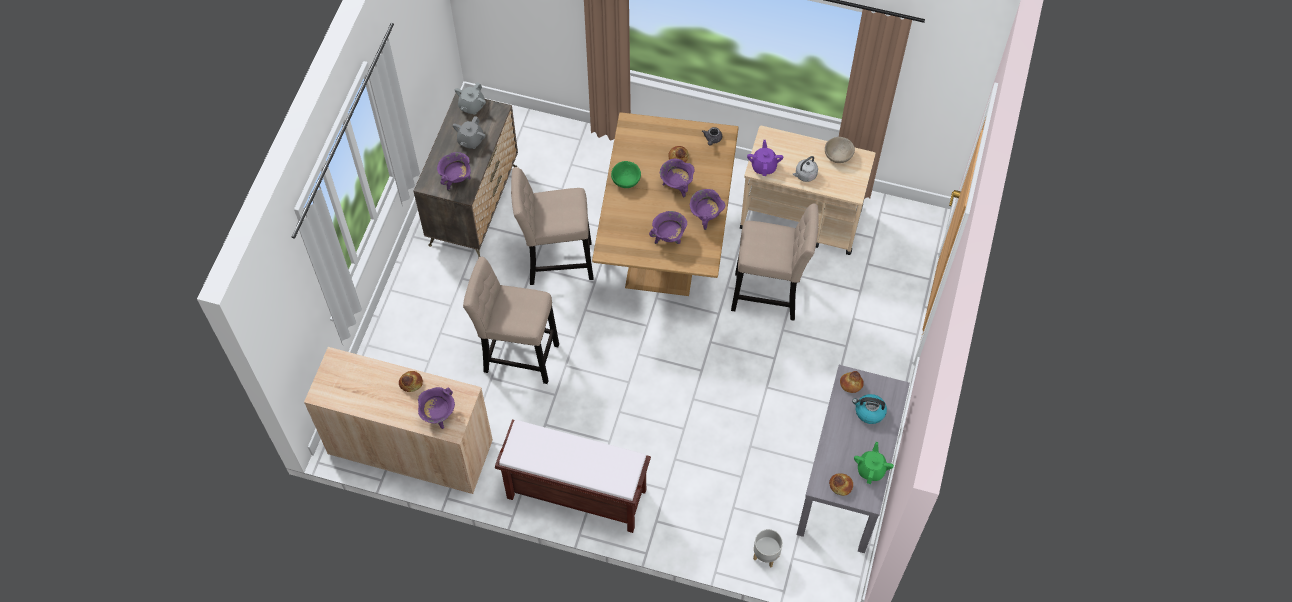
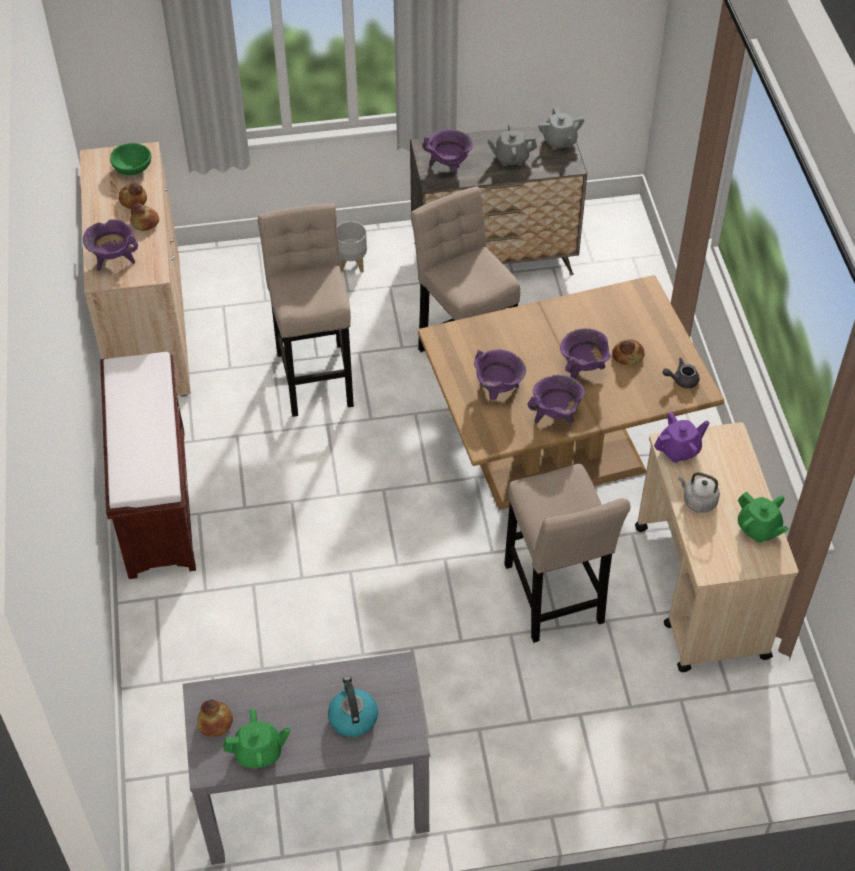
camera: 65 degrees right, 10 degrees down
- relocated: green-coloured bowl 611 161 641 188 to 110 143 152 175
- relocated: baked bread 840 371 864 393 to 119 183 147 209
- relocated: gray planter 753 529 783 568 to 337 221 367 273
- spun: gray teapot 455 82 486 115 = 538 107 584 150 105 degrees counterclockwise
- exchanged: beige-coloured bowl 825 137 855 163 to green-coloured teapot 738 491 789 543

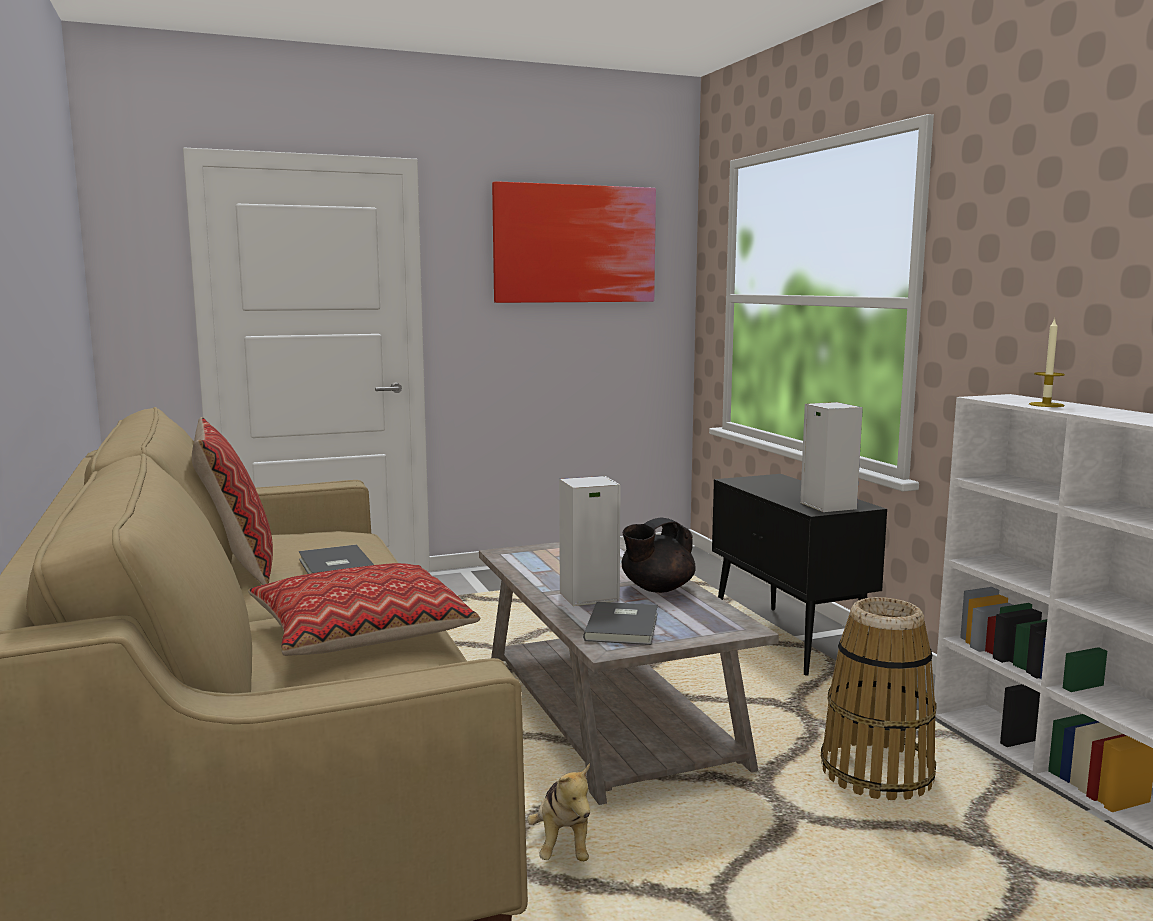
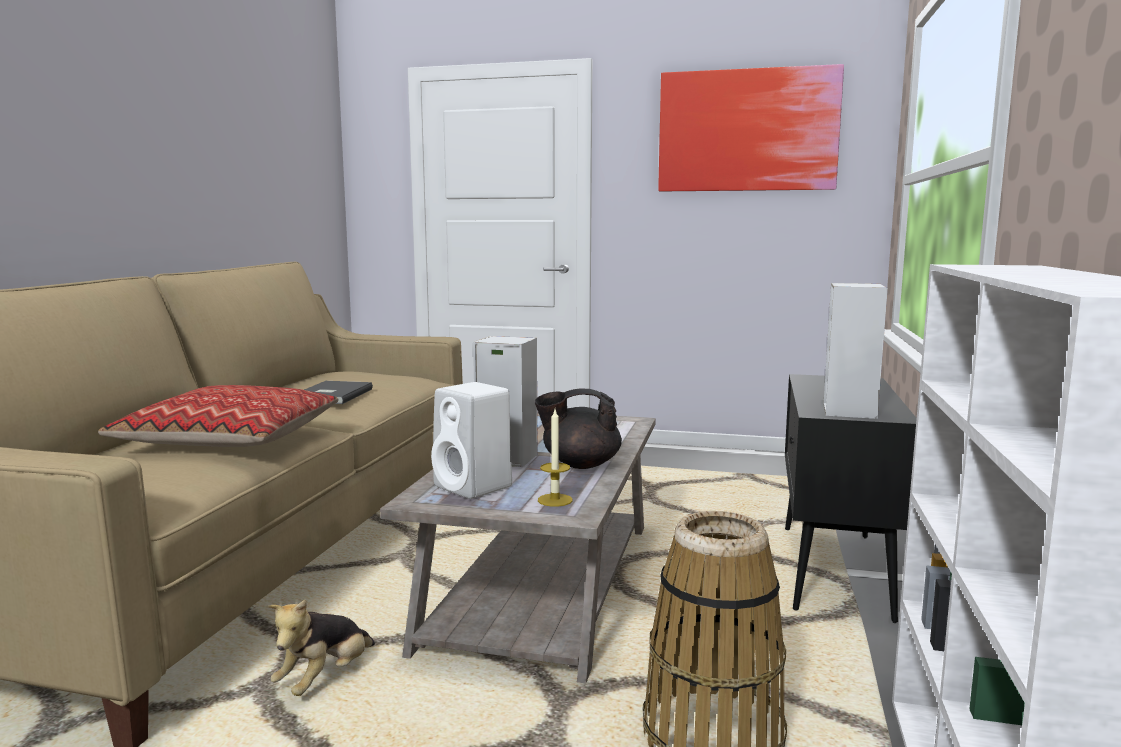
camera: 35 degrees right, 0 degrees up
- exchanged: gray book 583 602 658 645 to whitish loudspeaker 431 382 512 499
- relocated: candle 1029 318 1065 407 to 538 410 573 507
- missing: throw pillow 192 417 273 585

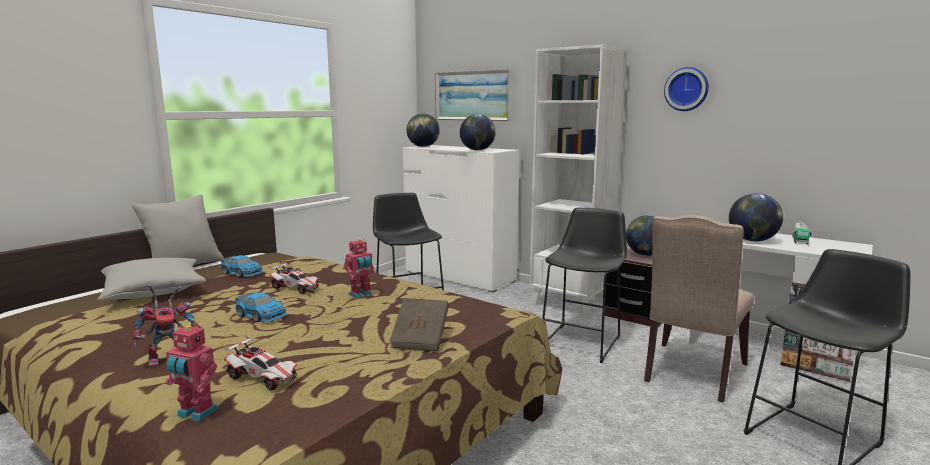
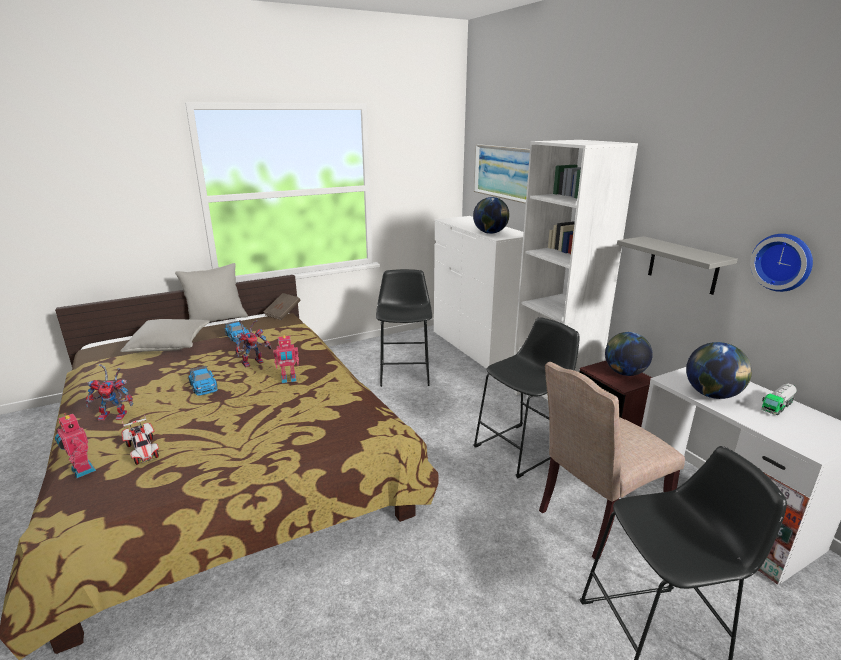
camera: 25 degrees right, 10 degrees up
- exchanged: miniature car 268 261 319 294 to toy robot 235 320 272 367
- relocated: brown book 390 298 449 351 to 264 293 301 320
- appeared: gray wall shelf 617 236 738 295
- relocated: wall clock 664 67 709 111 to 750 234 813 292
- missing: world globe 407 114 440 147

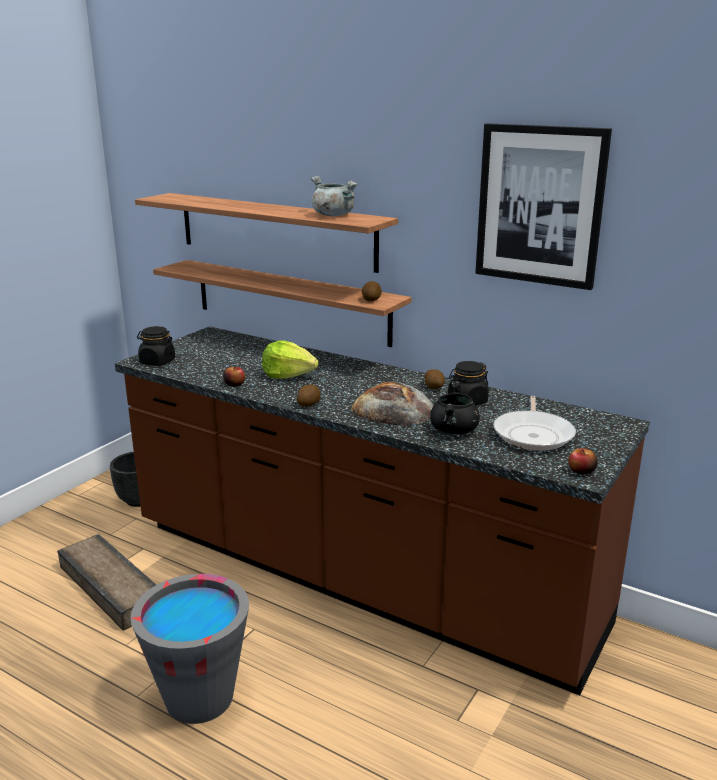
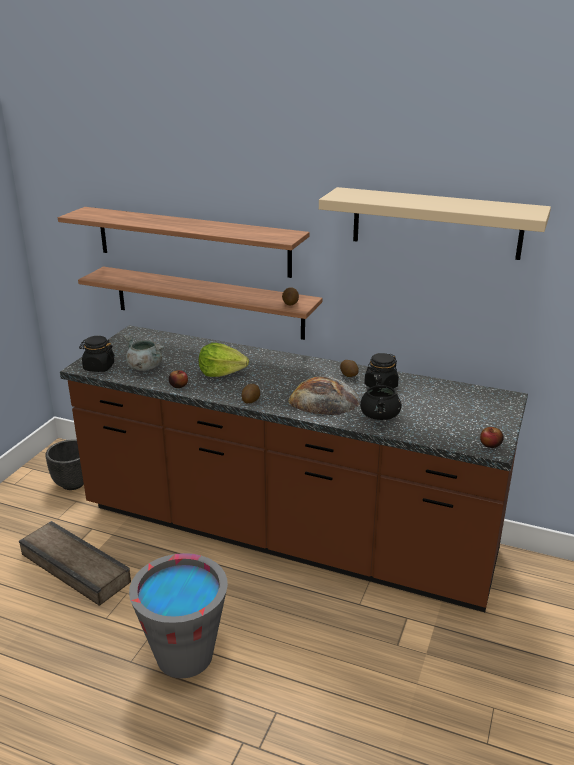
camera: 10 degrees left, 5 degrees up
- relocated: gray cooking pot 311 176 358 216 to 123 334 164 371
- exchanged: picture 475 123 612 290 to beige-coloured wall shelf 319 187 551 260
- missing: frying pan 493 396 576 451

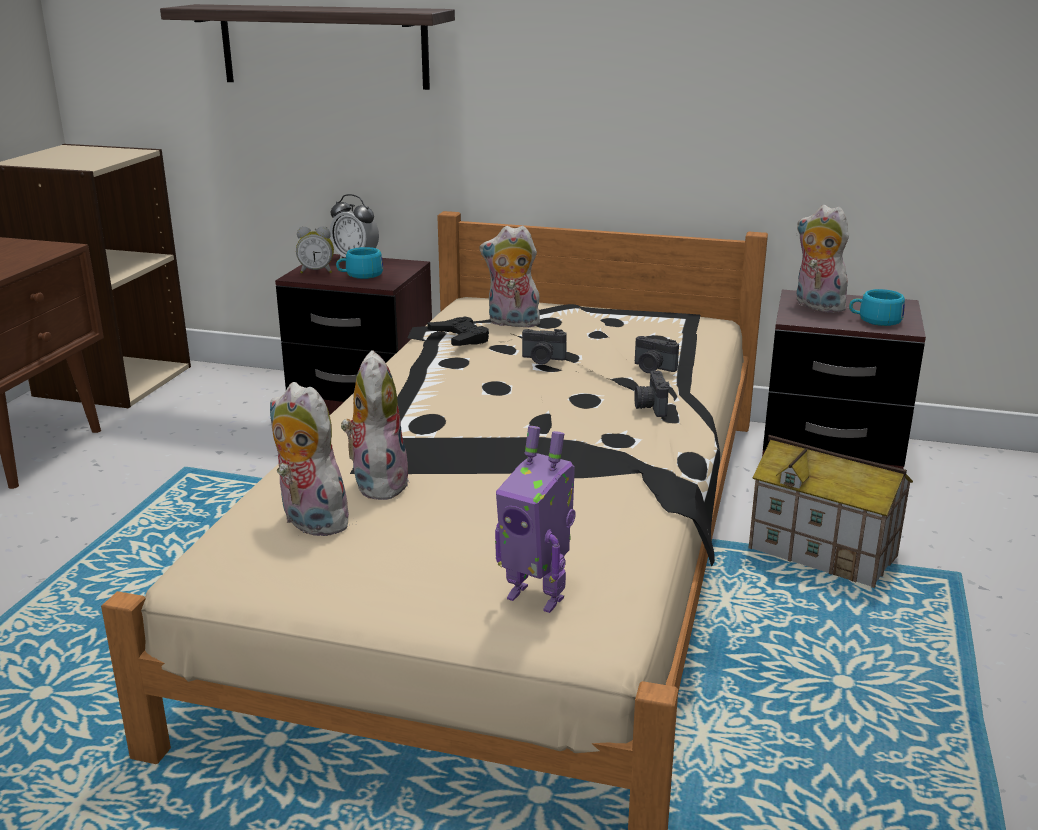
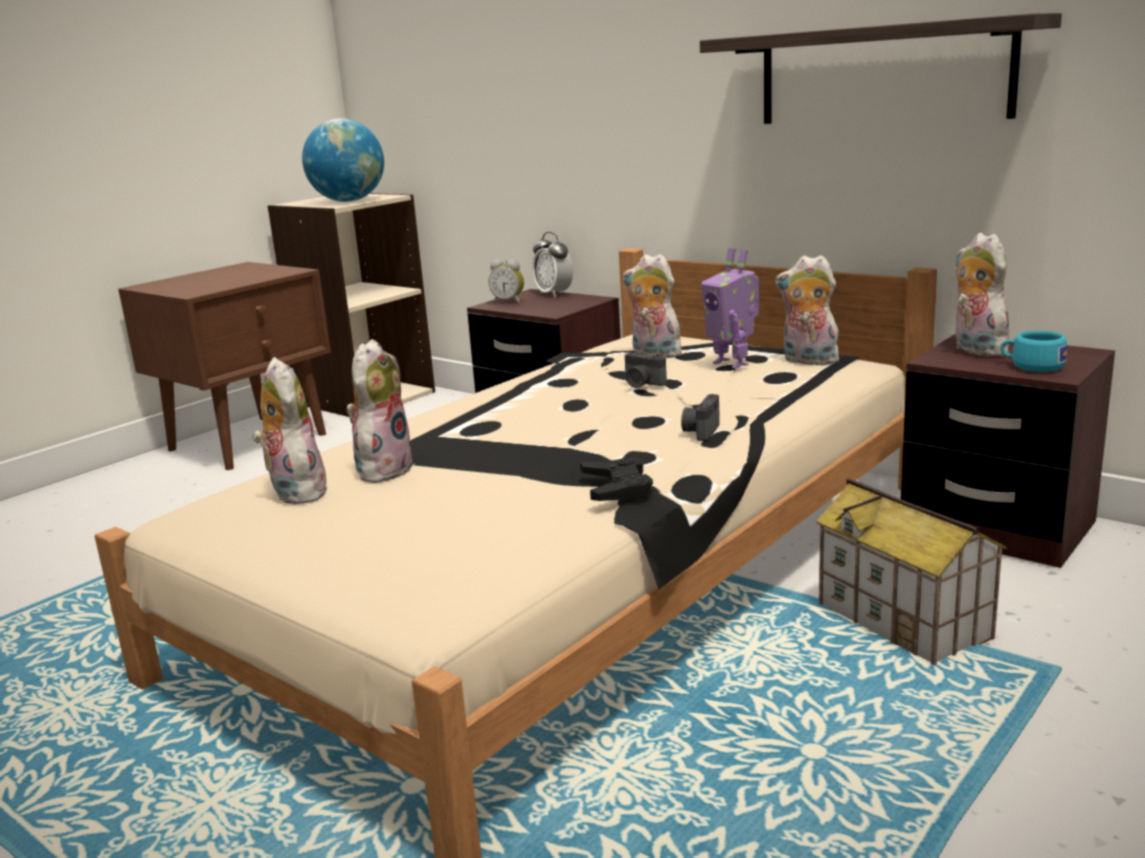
camera: 25 degrees right, 5 degrees down
- appeared: world globe 302 118 384 202
- relocated: black game controller 427 316 489 346 to 580 457 653 501
- relocated: wall shelf 160 4 455 90 to 700 13 1062 124
- relocated: toy robot 495 426 576 613 to 701 248 759 369
- appeared: soft toy 775 255 839 367
- missing: turquoise cup 336 247 383 279
- missing: still camera 635 336 679 373

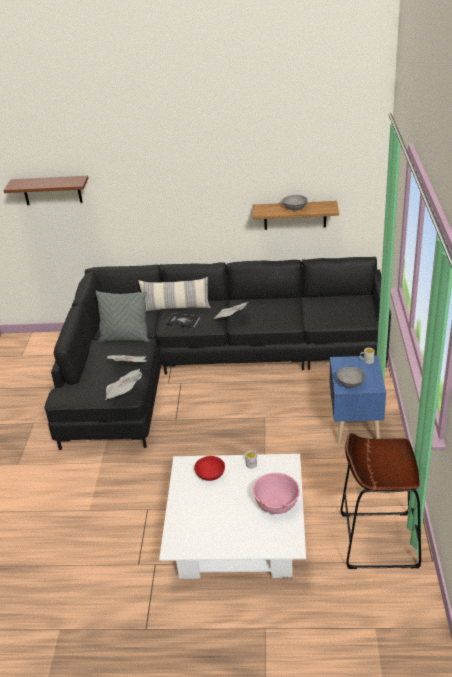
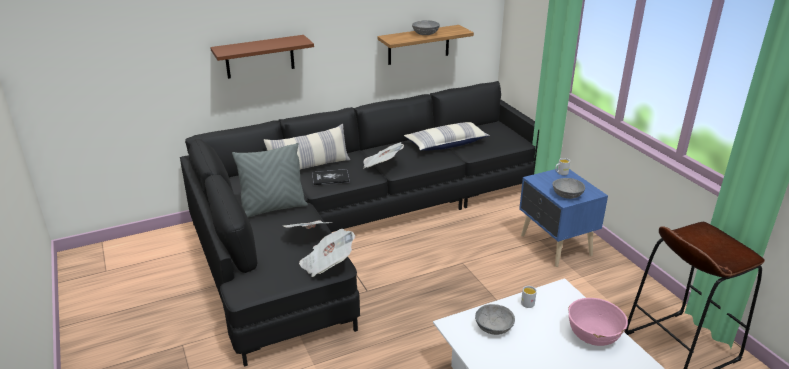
camera: 30 degrees left, 5 degrees down
- relocated: brown wall shelf 3 176 89 205 to 210 35 314 79
- appeared: throw pillow 404 122 490 151
- colour: reddish bowl 194 456 225 481 to gray bowl 475 304 515 335

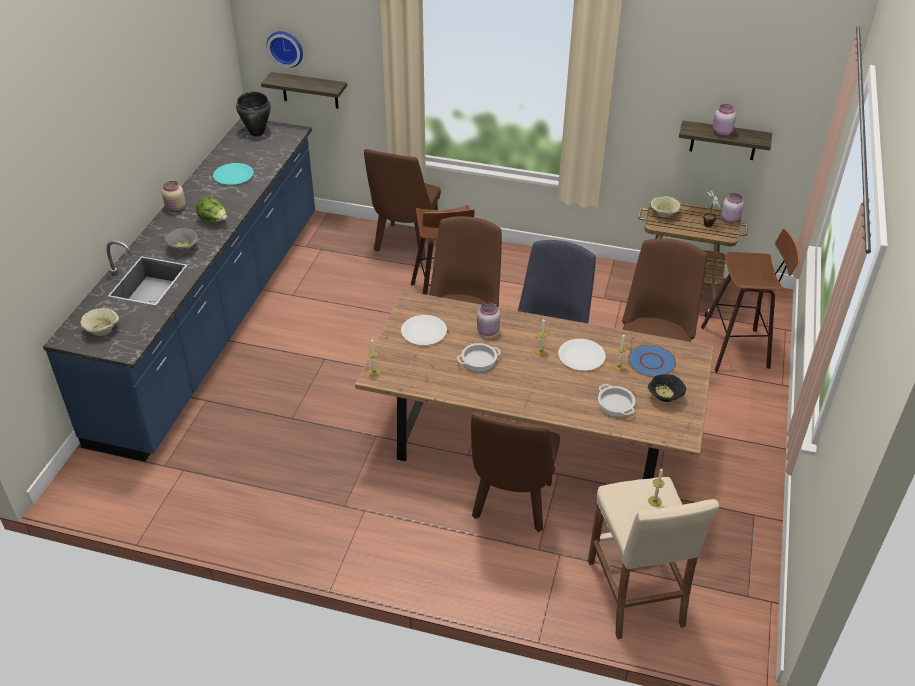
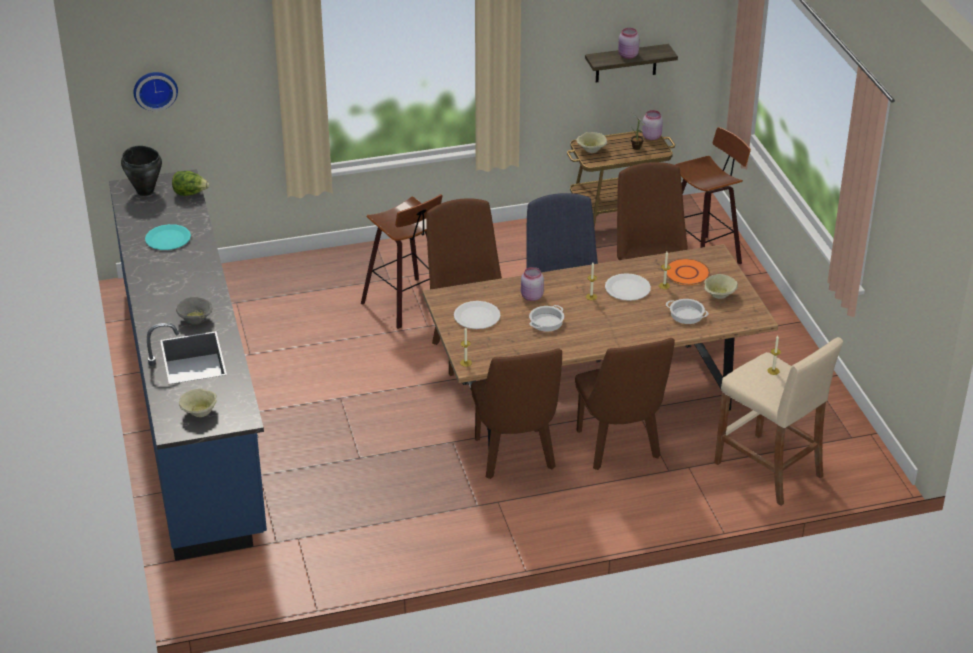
camera: 30 degrees left, 5 degrees down
- relocated: lettuce 196 196 227 222 to 172 171 209 196
- relocated: brown plain chair 364 149 441 261 to 471 348 562 479
- colour: blue-coloured dinner plate 628 344 676 377 to orange dinner plate 667 259 710 285
- colour: black bowl 648 374 686 402 to beige-coloured bowl 704 274 738 299
- missing: beige-coloured preserve jar 162 181 186 212
- missing: wall shelf 261 72 347 109

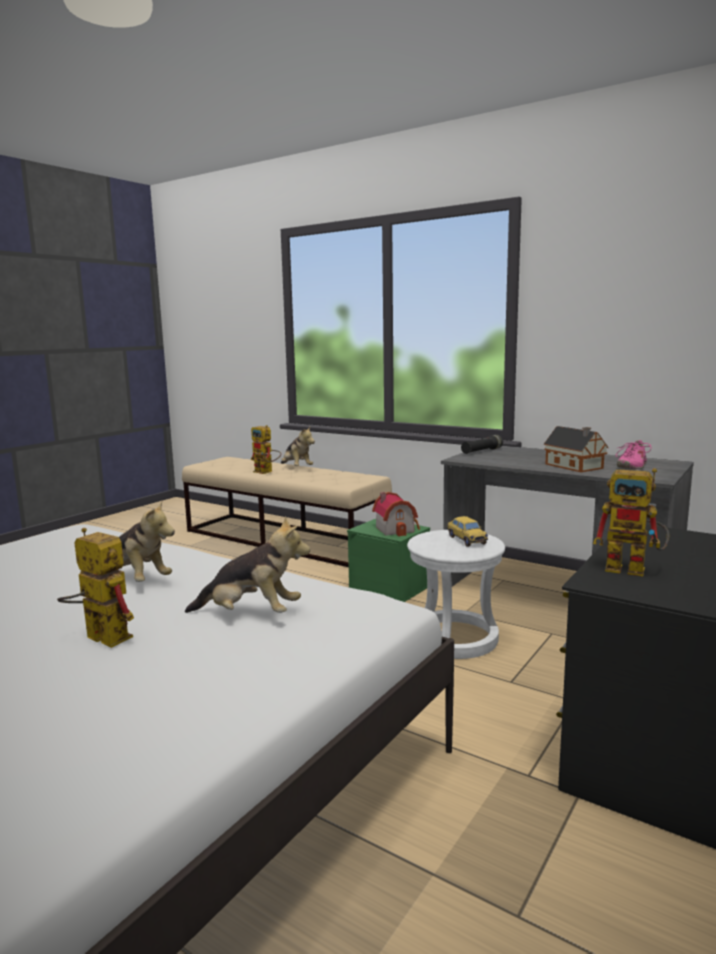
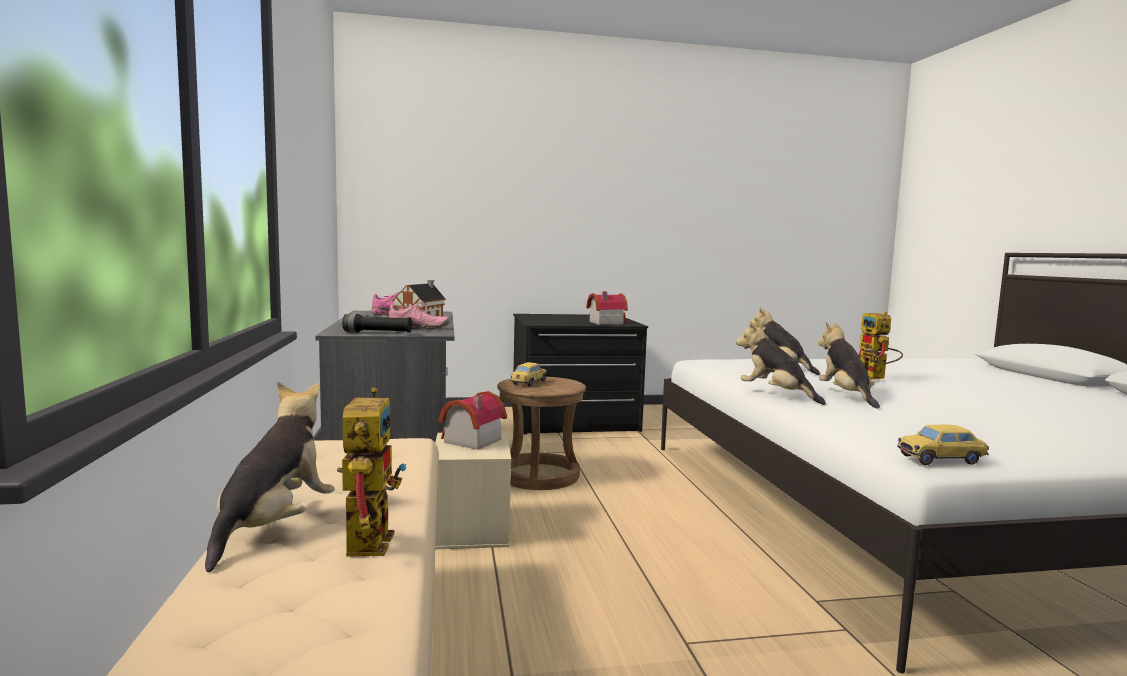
camera: 135 degrees left, 5 degrees down
- appeared: pinkish shoe 389 302 450 330
- colour: green-coloured storage box 347 519 430 602 to beige-coloured storage box 435 432 511 549
- colour: whitish sitting stool 407 530 505 659 to brown sitting stool 497 377 586 490
- exchanged: toy robot 593 468 670 576 to model house 586 291 628 325
- appeared: soft toy 736 321 826 405
- appeared: miniature car 897 425 989 465

